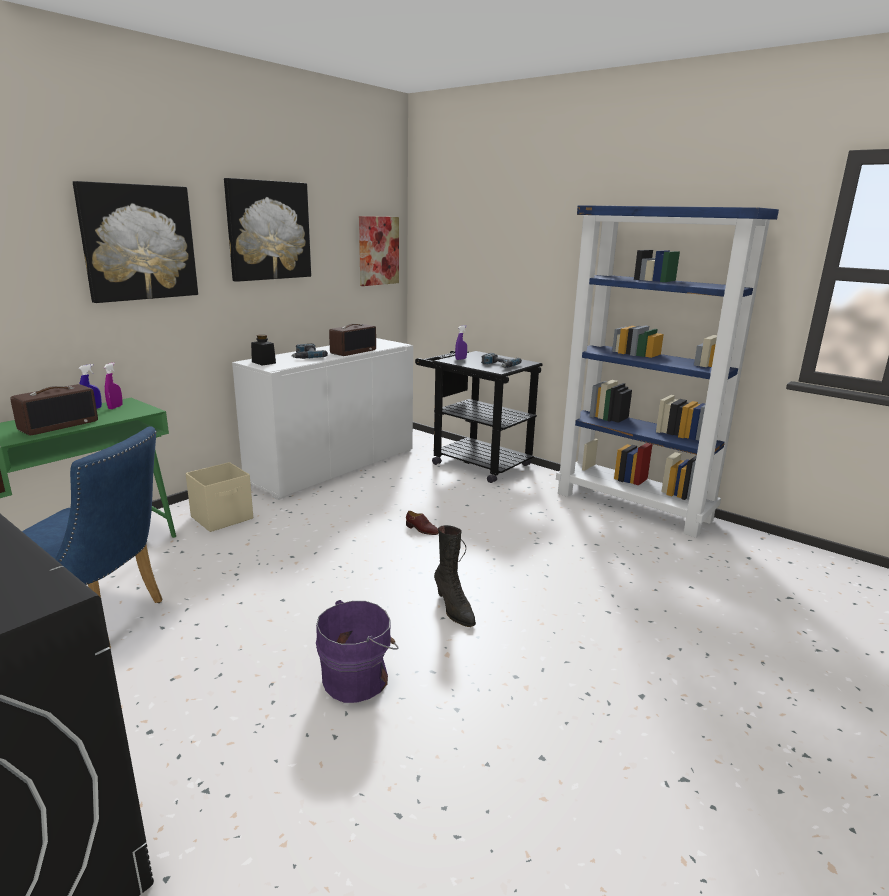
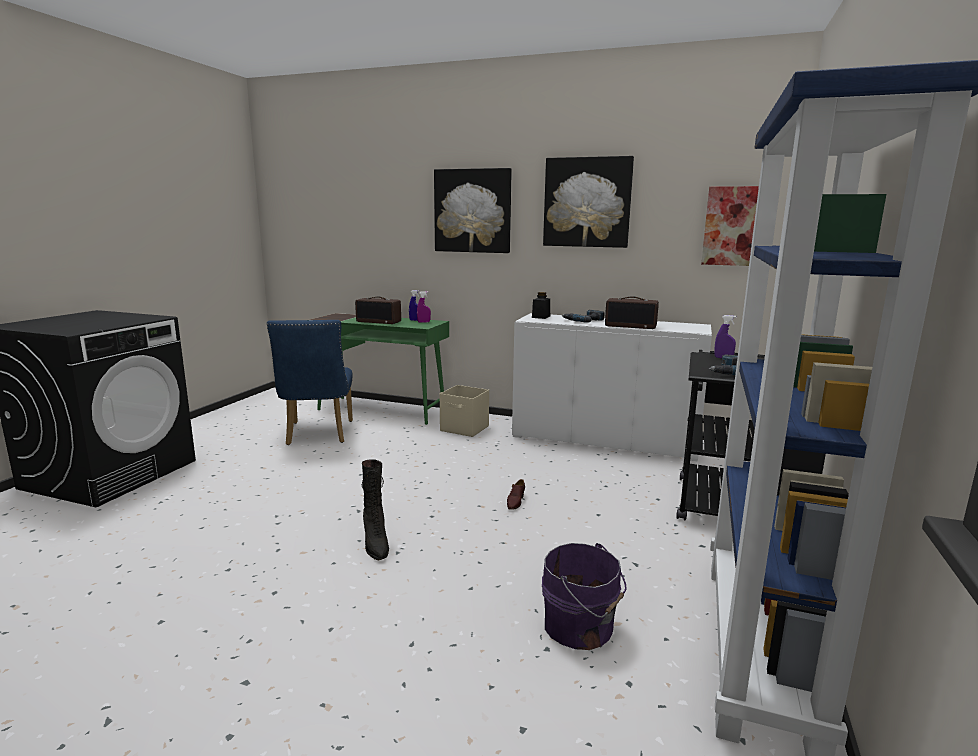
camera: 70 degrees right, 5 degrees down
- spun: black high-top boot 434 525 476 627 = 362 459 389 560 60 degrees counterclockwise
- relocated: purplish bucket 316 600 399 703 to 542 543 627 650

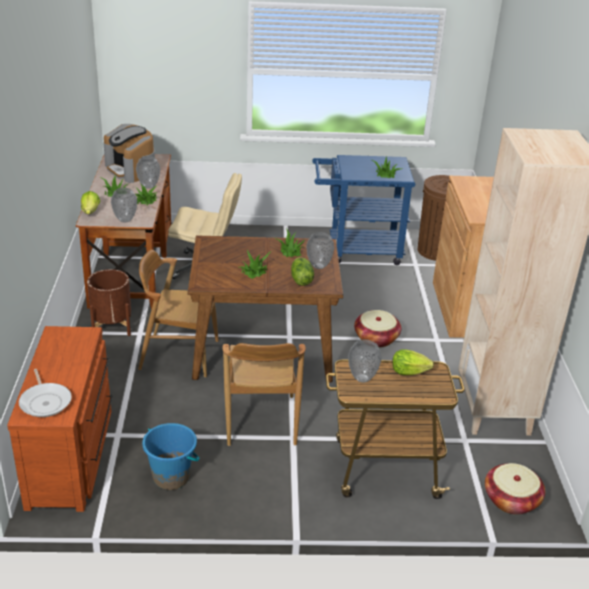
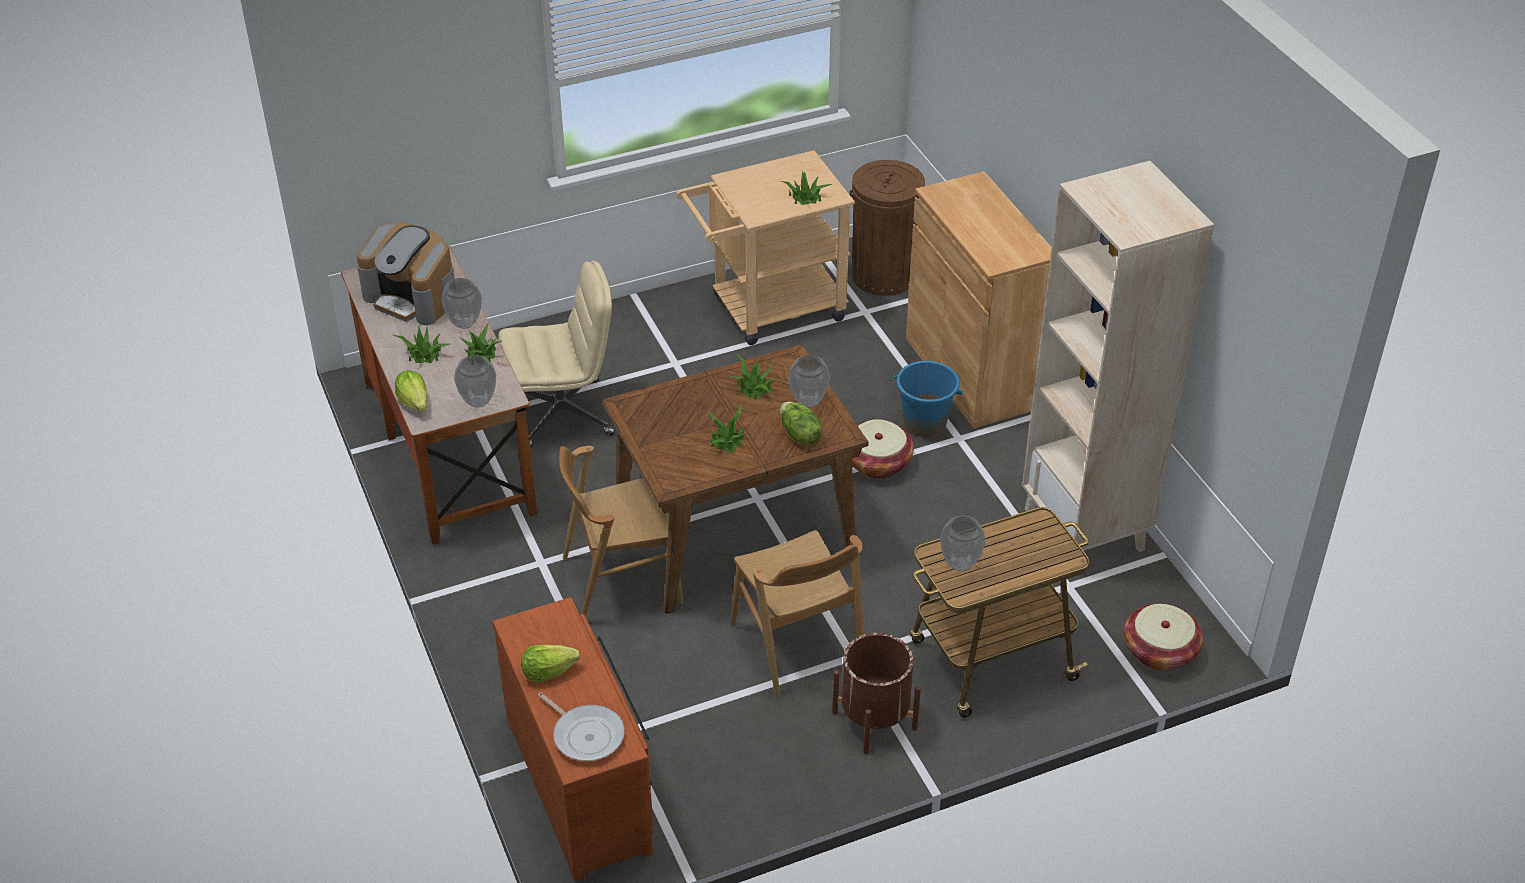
camera: 20 degrees left, 10 degrees up
- relocated: lettuce 392 349 434 375 to 521 645 580 683
- colour: blue-coloured trolley 312 155 415 265 to beige-coloured trolley 676 150 855 345
- relocated: brown planter 87 269 131 336 to 832 633 921 754
- relocated: blue-coloured bucket 142 423 199 490 to 894 361 963 438

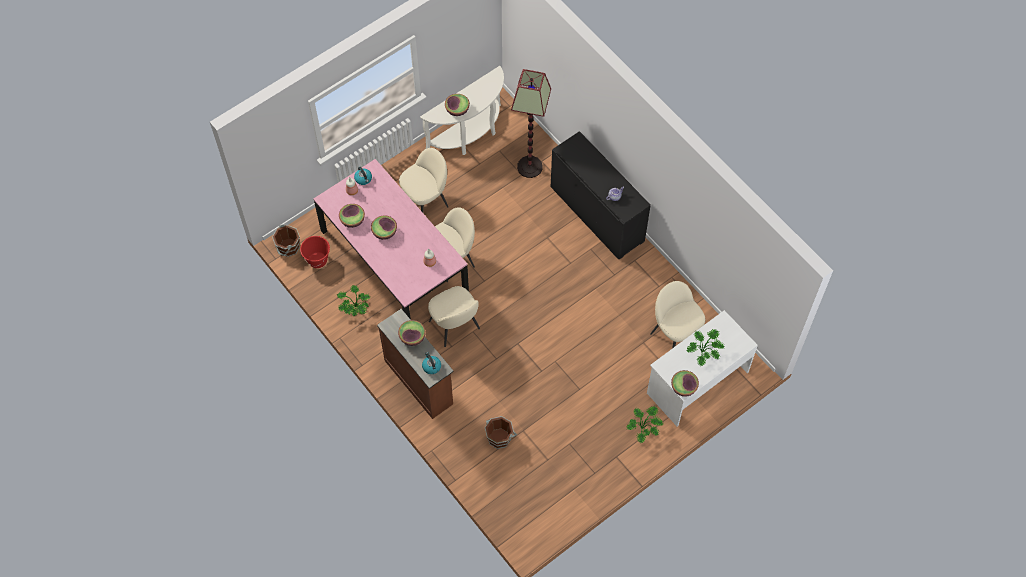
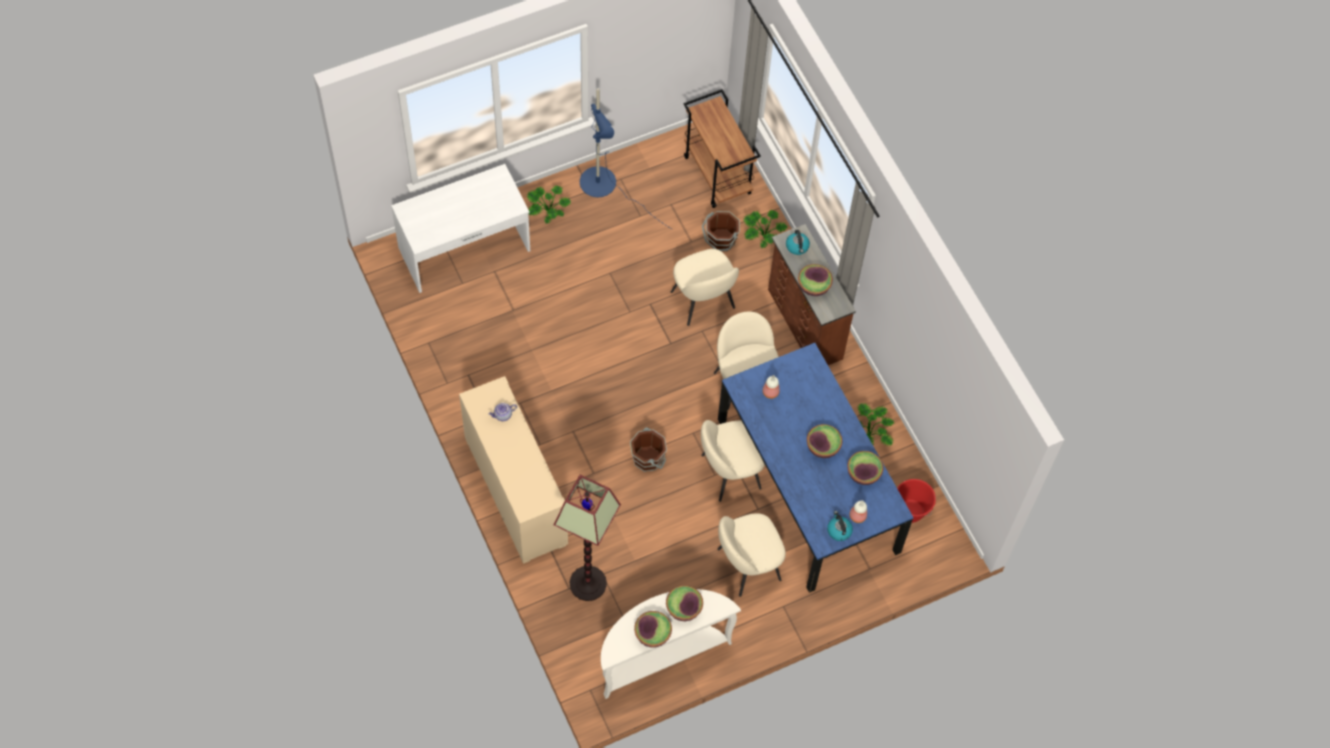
camera: 170 degrees left, 0 degrees up
- colour: black cabinet 551 131 651 259 to beige-coloured cabinet 459 376 568 564
- appeared: blue-coloured floor lamp 580 88 672 229
- relocated: brown bucket 272 225 300 257 to 630 427 667 472
- relocated: bowl 671 370 699 397 to 634 611 672 648
- relocated: beige-coloured plain chair 650 281 705 348 to 670 249 739 326
- appeared: brown trolley 684 89 761 208
- colour: pinkish kitchen table 313 159 469 320 to blue-coloured kitchen table 718 343 914 593
- relocated: plant in a pot 686 329 725 366 to 744 210 788 248

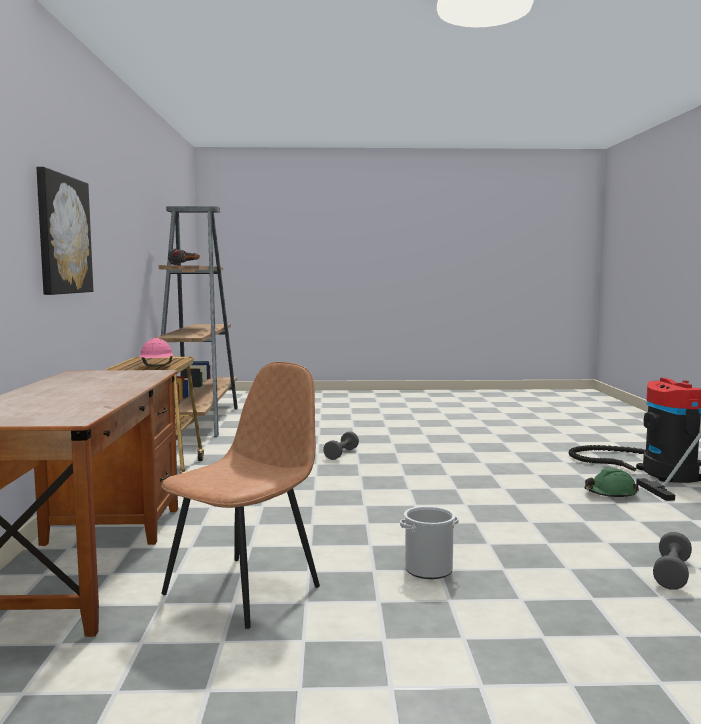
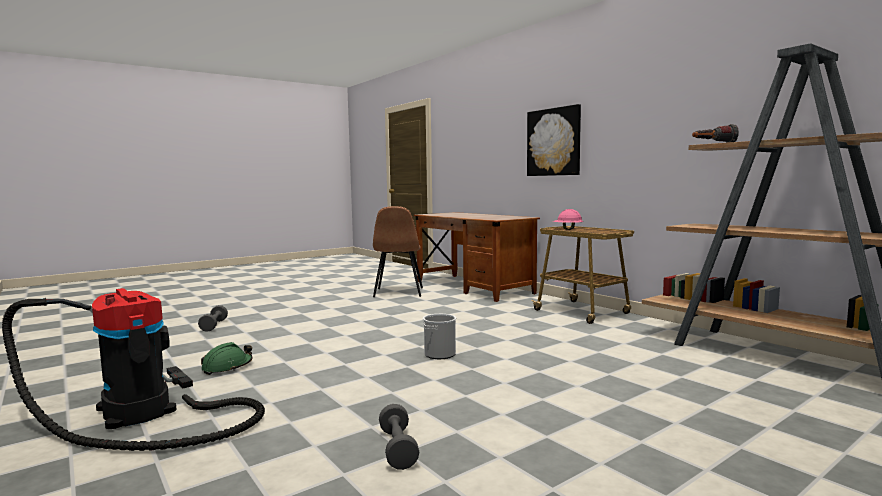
camera: 145 degrees right, 0 degrees up
- relocated: gray free weight 323 432 359 460 to 379 404 419 470
- relocated: bucket 400 506 459 579 to 423 314 456 359

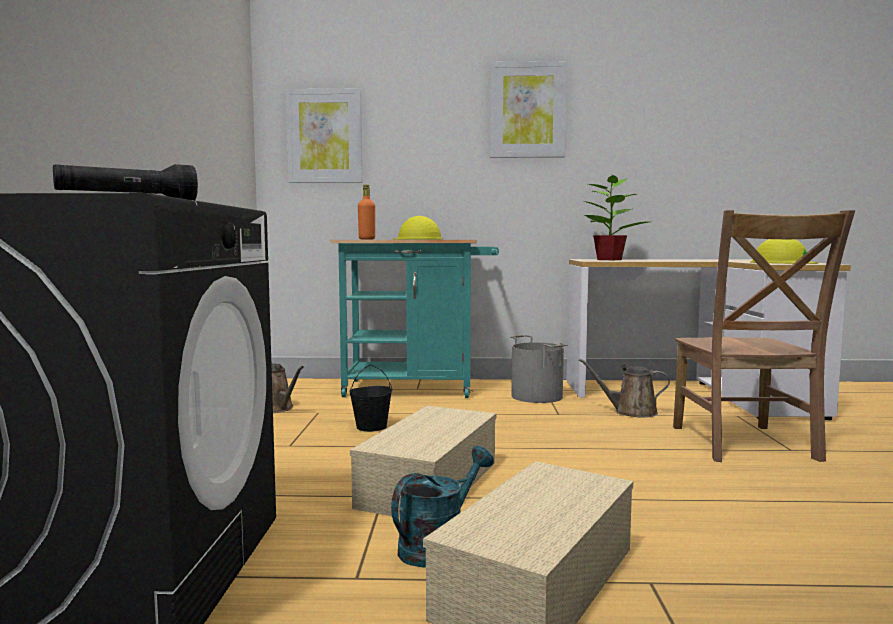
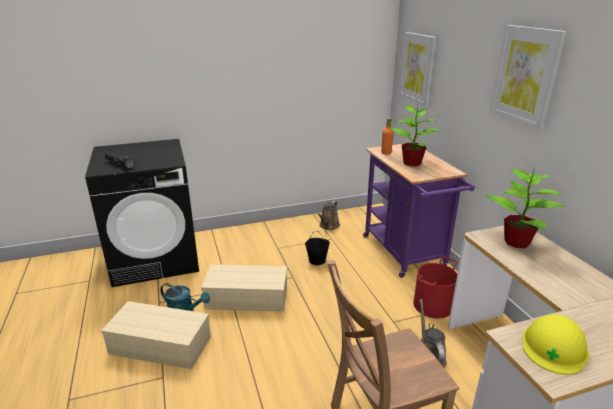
camera: 70 degrees right, 20 degrees up
- colour: turquoise trolley 330 240 499 398 to purplish trolley 363 144 475 278
- exchanged: yellowish work helmet 393 216 443 240 to plant in a pot 388 102 440 166
- colour: gray bucket 510 335 567 403 to reddish bucket 413 256 458 319

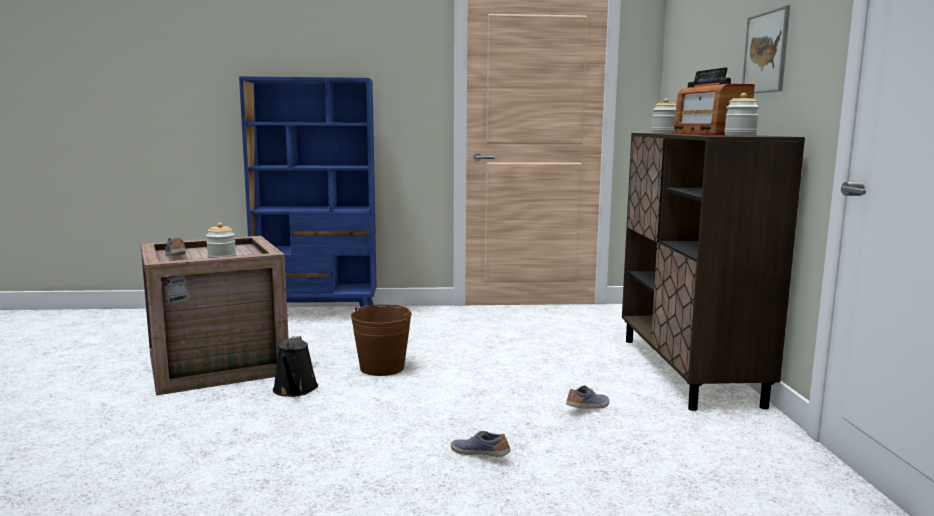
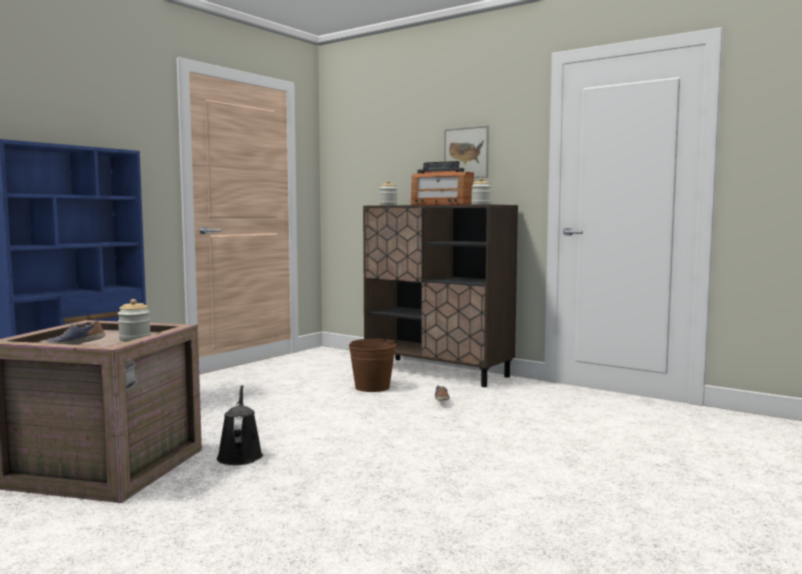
camera: 50 degrees left, 5 degrees down
- spun: black watering can 273 336 318 397 = 217 385 263 465 135 degrees counterclockwise
- relocated: brown bucket 351 305 412 376 to 349 339 396 392
- missing: shoe 451 431 511 457

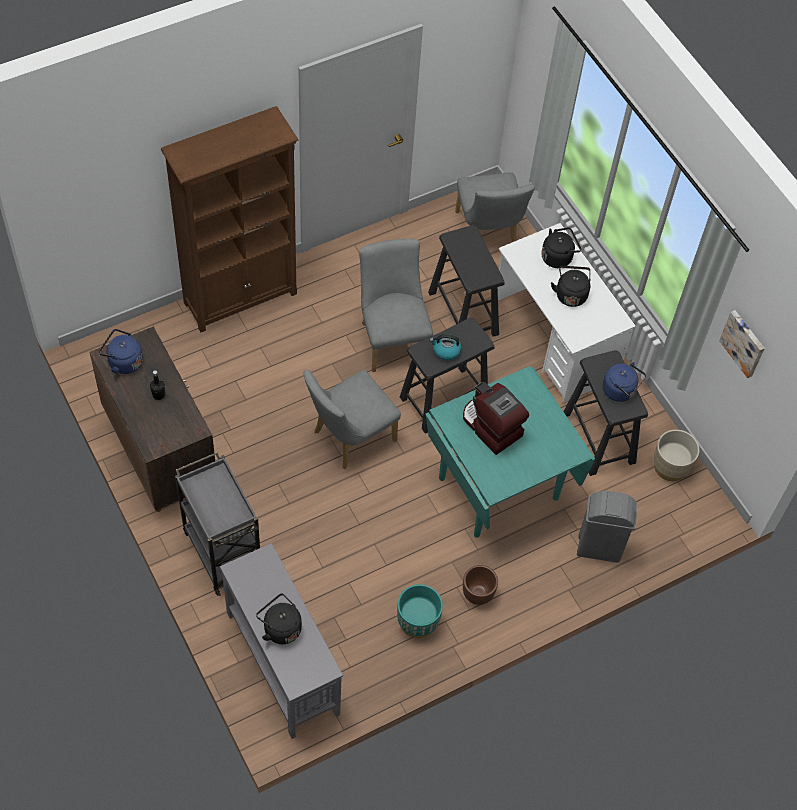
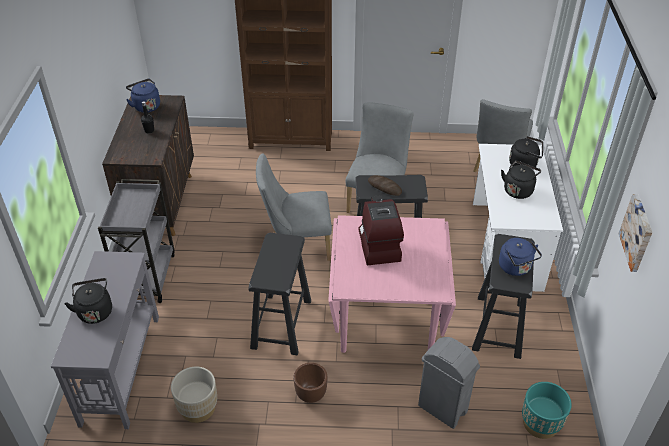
camera: 35 degrees right, 15 degrees down
- relocated: beige-coloured planter 653 429 700 481 to 171 367 217 423
- relocated: black sitting stool 428 225 505 337 to 248 233 311 355
- colour: turquoise kitchen table 426 366 595 538 to pinkish kitchen table 328 215 456 353
- exchanged: tea kettle 429 334 461 360 to baked bread 368 175 402 196
- relocated: turquoise planter 397 584 443 638 to 522 382 572 439

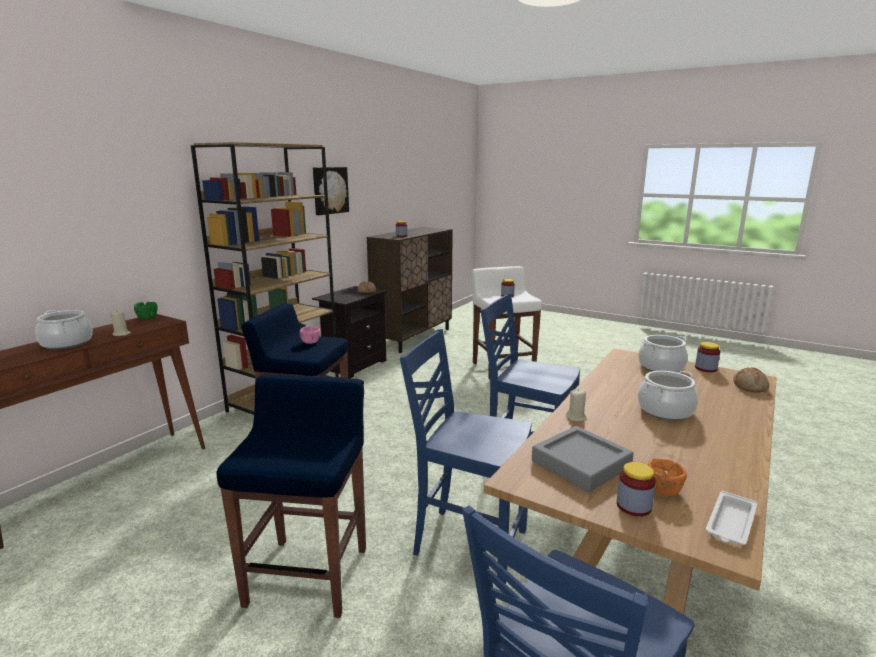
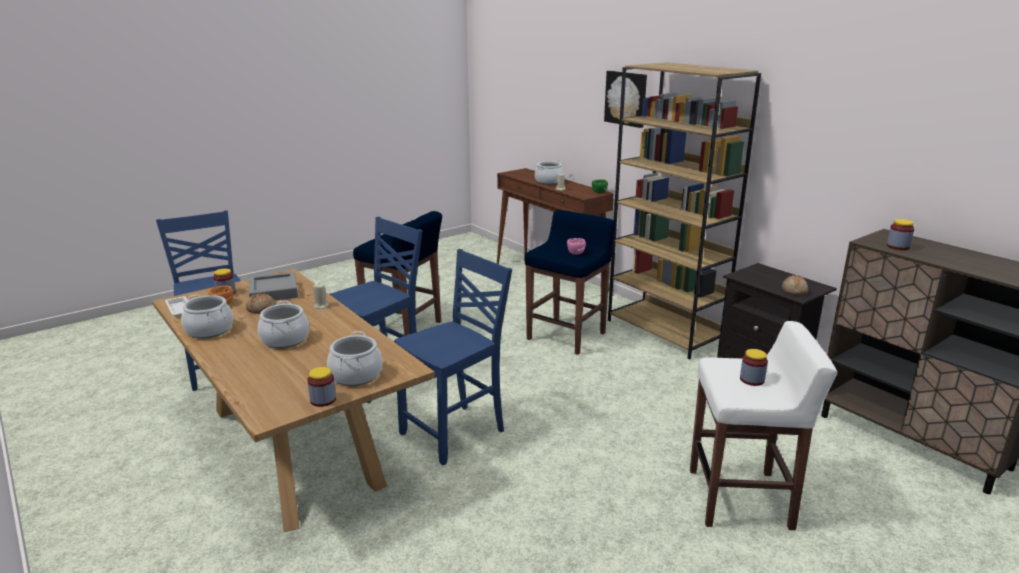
camera: 110 degrees right, 5 degrees up
- appeared: cooking pot 181 294 233 338
- relocated: baked bread 733 367 769 393 to 246 292 277 314
- relocated: picture 313 167 349 215 to 604 71 647 128

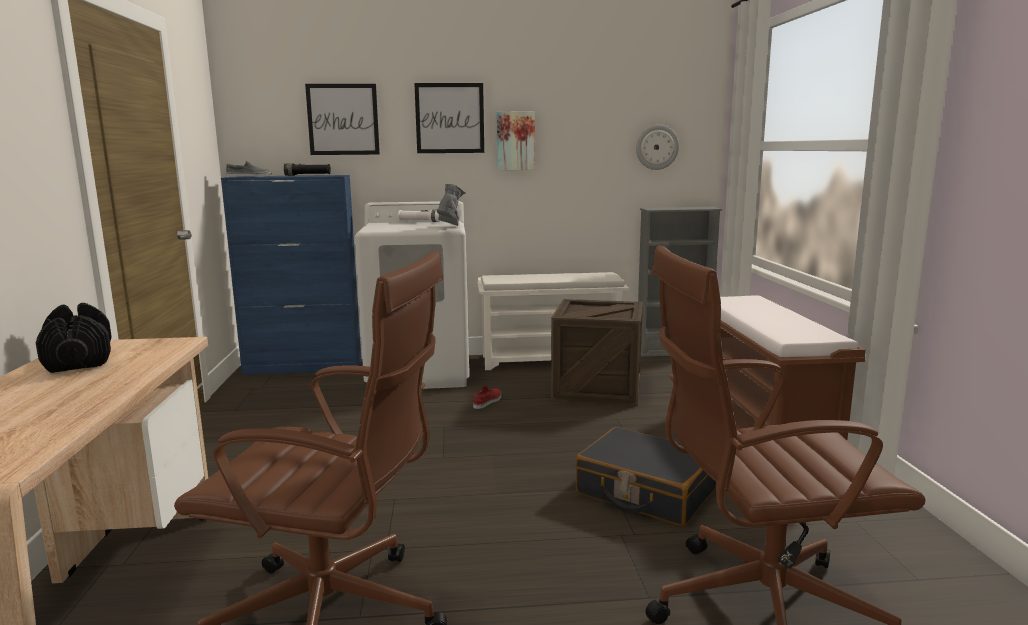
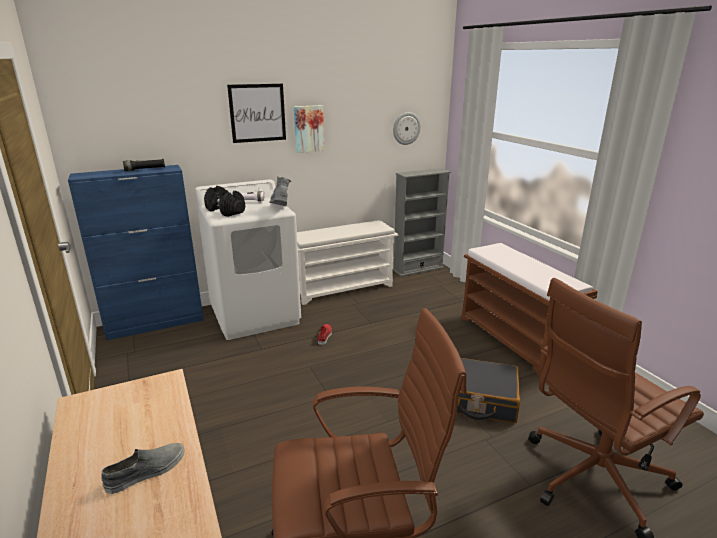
camera: 20 degrees left, 10 degrees up
- relocated: gray shoe 226 161 272 177 to 101 443 185 494
- relocated: black free weight 36 303 112 373 to 204 186 245 217
- missing: picture 305 84 380 155
- missing: crate 551 299 643 406

